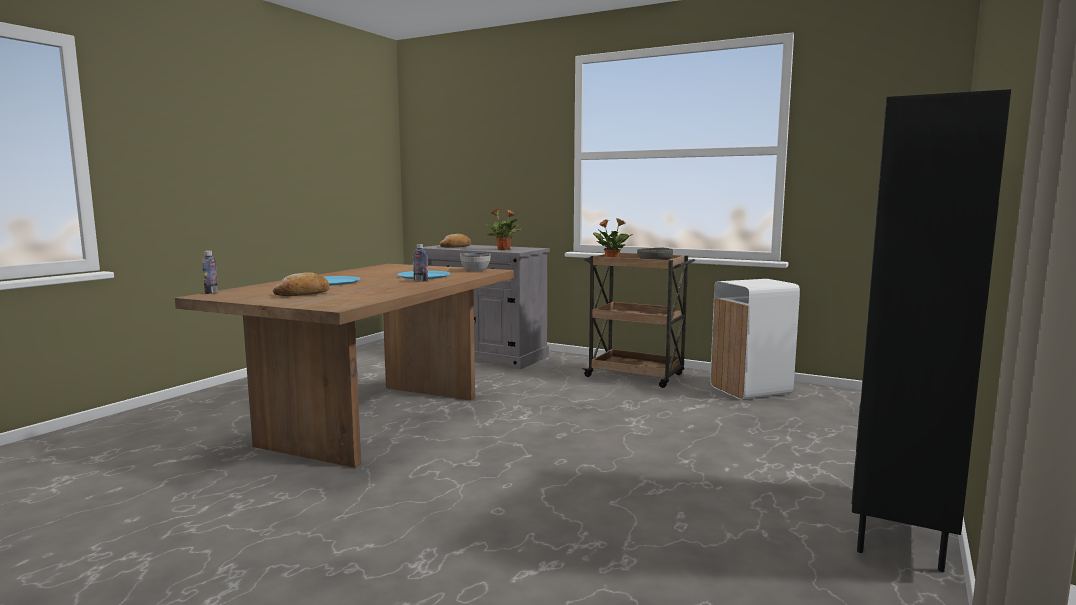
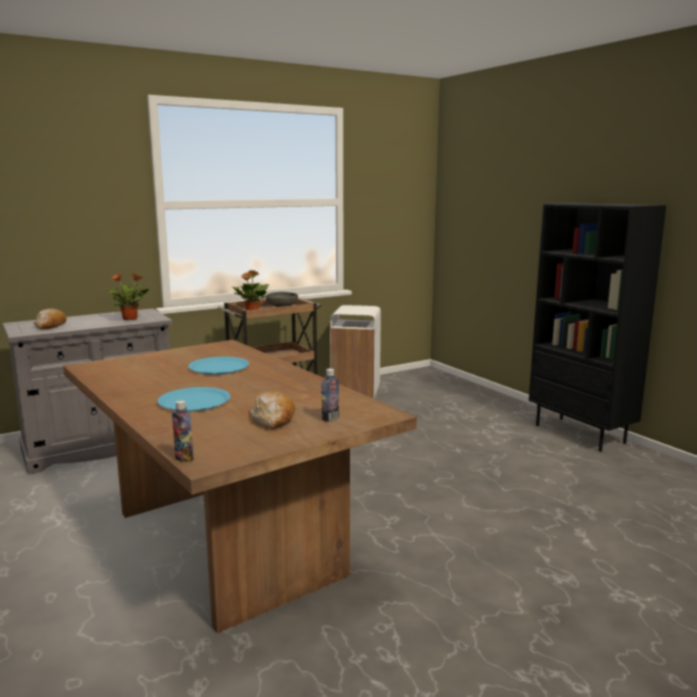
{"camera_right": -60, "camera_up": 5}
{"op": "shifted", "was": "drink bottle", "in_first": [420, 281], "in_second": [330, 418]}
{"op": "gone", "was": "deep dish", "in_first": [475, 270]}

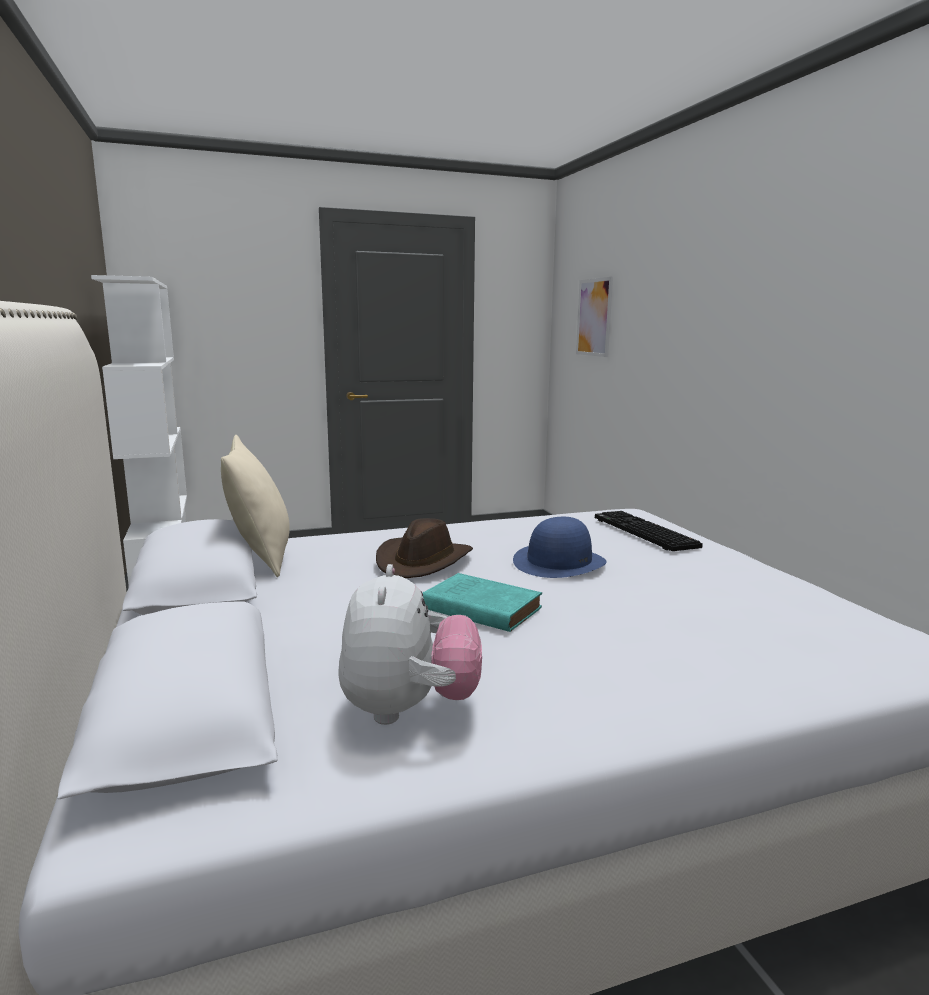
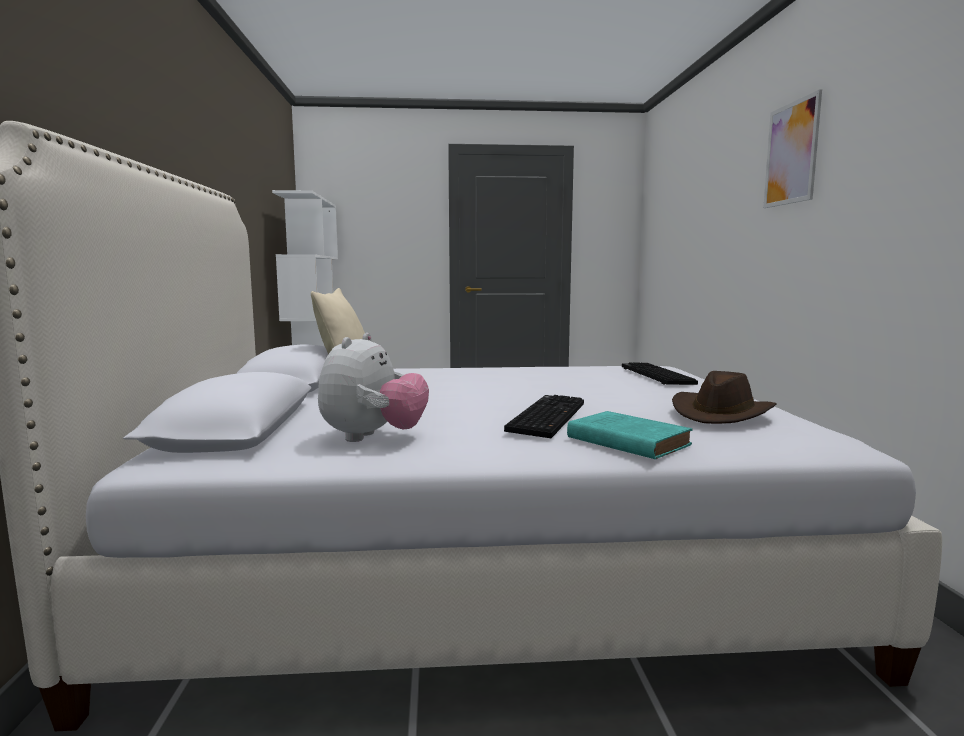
{"camera_right": 15, "camera_up": -5}
{"op": "shifted", "was": "hat/brownish", "in_first": [423, 561], "in_second": [722, 414]}
{"op": "shifted", "was": "bound book/turquoise", "in_first": [479, 608], "in_second": [625, 441]}
{"op": "gone", "was": "hat/blue", "in_first": [559, 562]}
{"op": "shifted", "was": "wall picture", "in_first": [594, 317], "in_second": [791, 153]}
{"op": "new", "now": "PC keyboard", "in_second": [545, 416]}

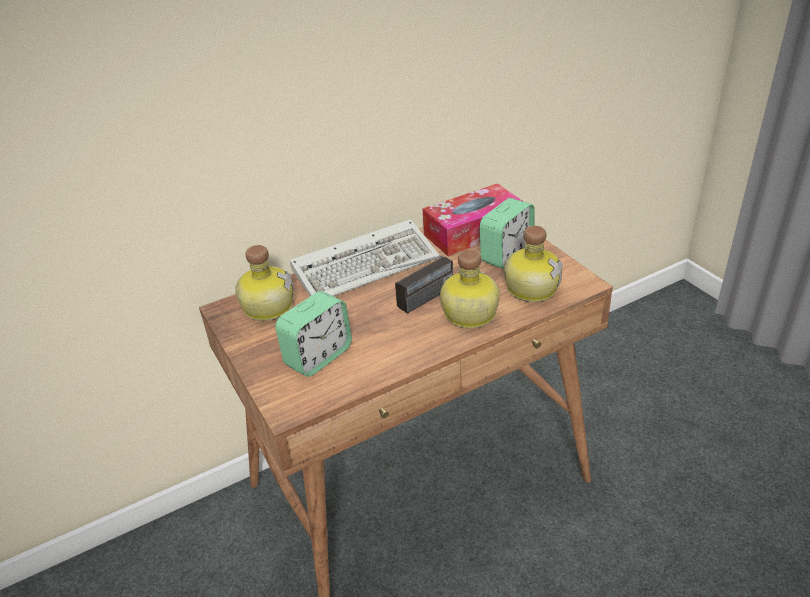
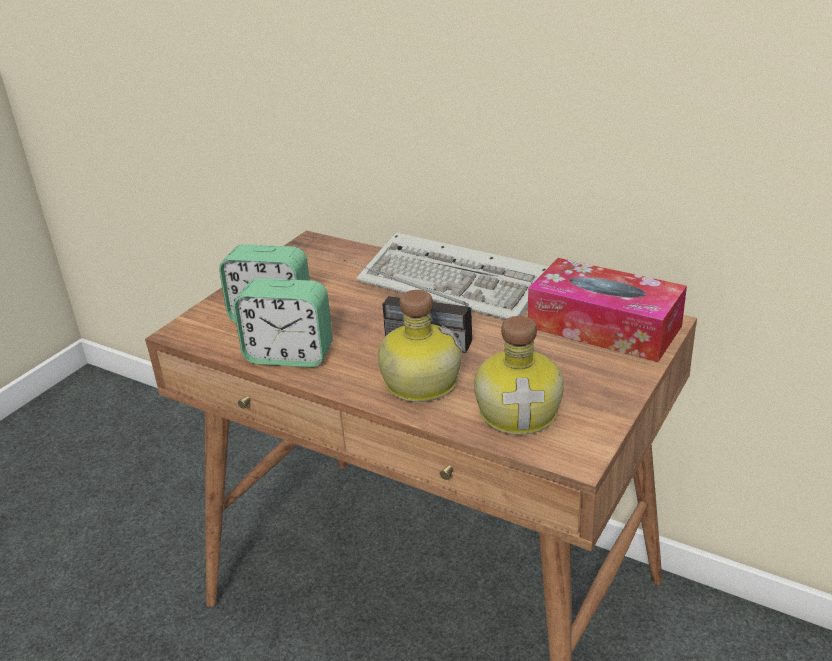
{"camera_right": 60, "camera_up": -5}
{"op": "gone", "was": "drink bottle", "in_first": [267, 306]}
{"op": "shifted", "was": "alarm clock", "in_first": [506, 255], "in_second": [289, 355]}

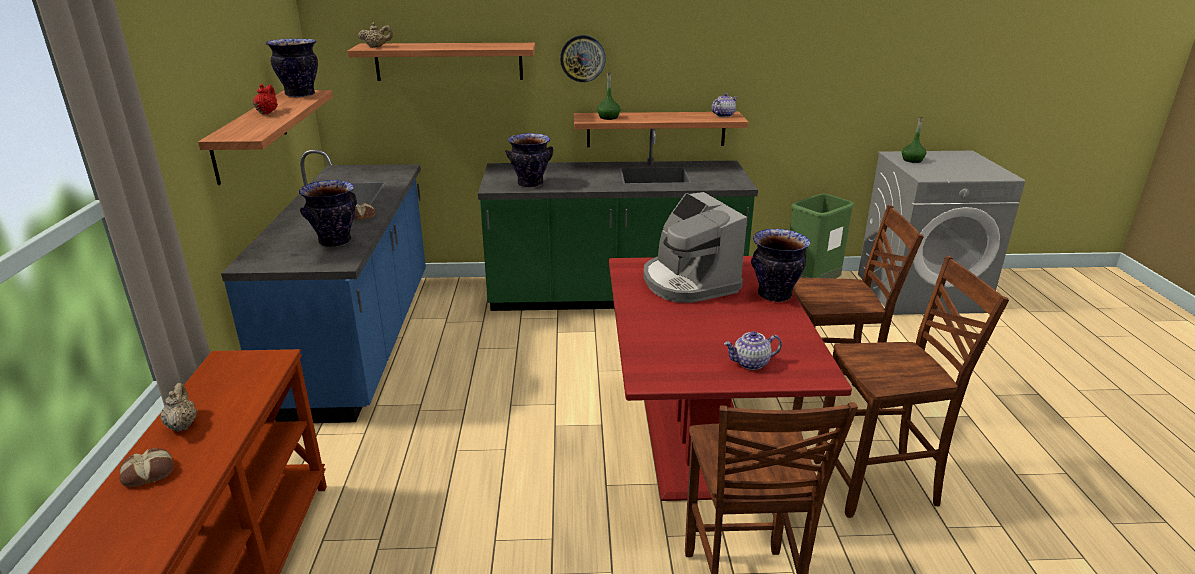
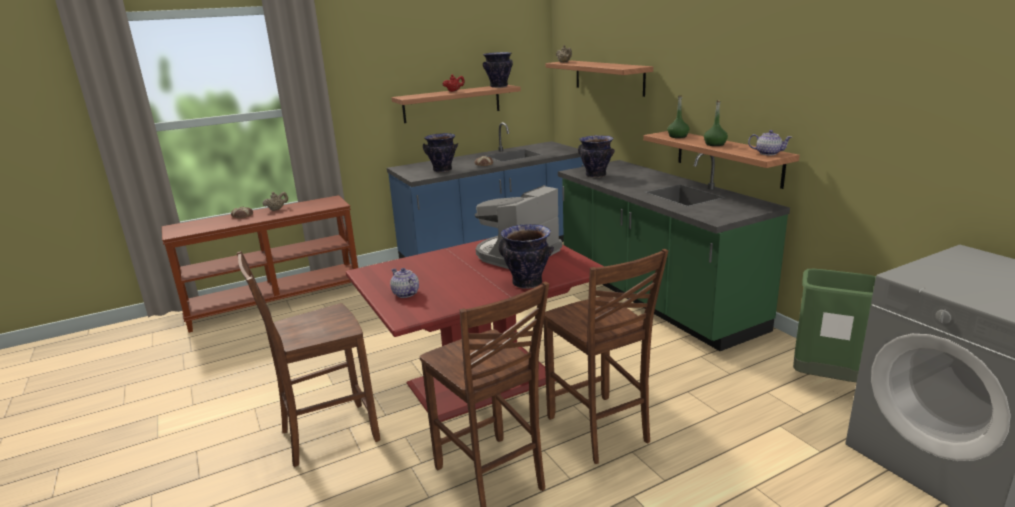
{"camera_right": 65, "camera_up": -5}
{"op": "gone", "was": "hanging clock", "in_first": [582, 58]}
{"op": "shifted", "was": "drink bottle/green", "in_first": [912, 160], "in_second": [715, 144]}

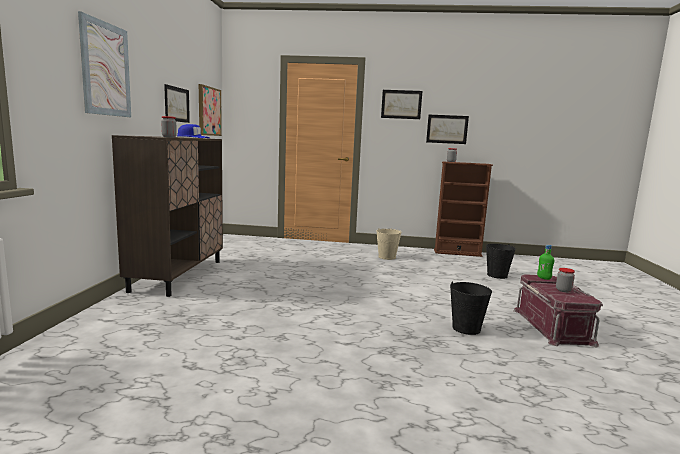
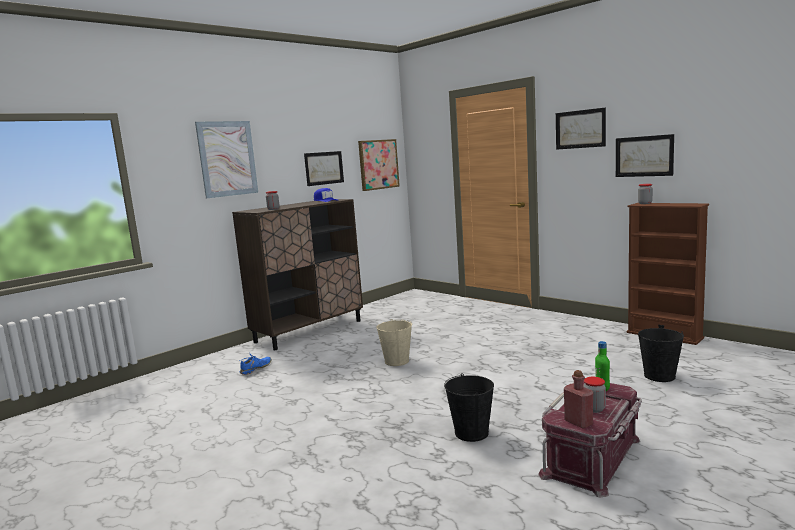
{"camera_right": 40, "camera_up": 0}
{"op": "shifted", "was": "water bucket/beige-coloured", "in_first": [387, 257], "in_second": [396, 361]}
{"op": "new", "now": "low shoe/blue", "in_second": [256, 369]}
{"op": "new", "now": "drink bottle/red-coloured", "in_second": [578, 422]}

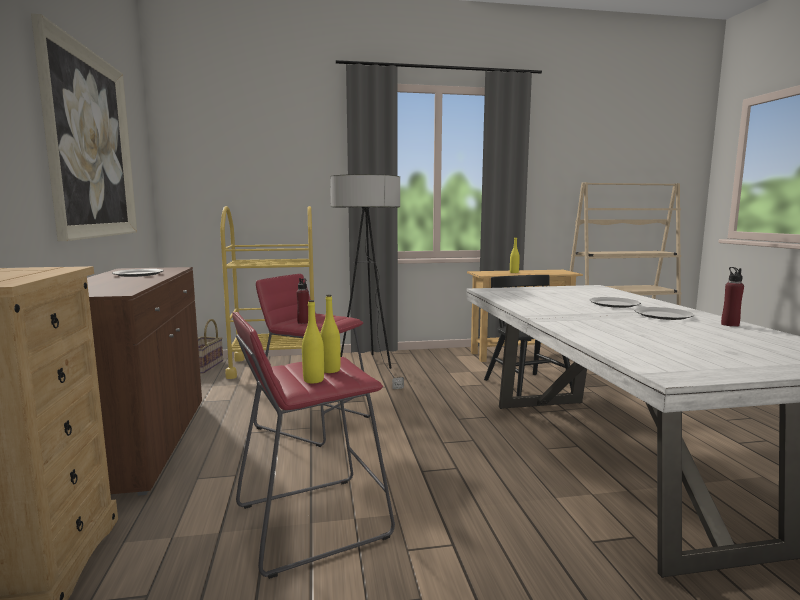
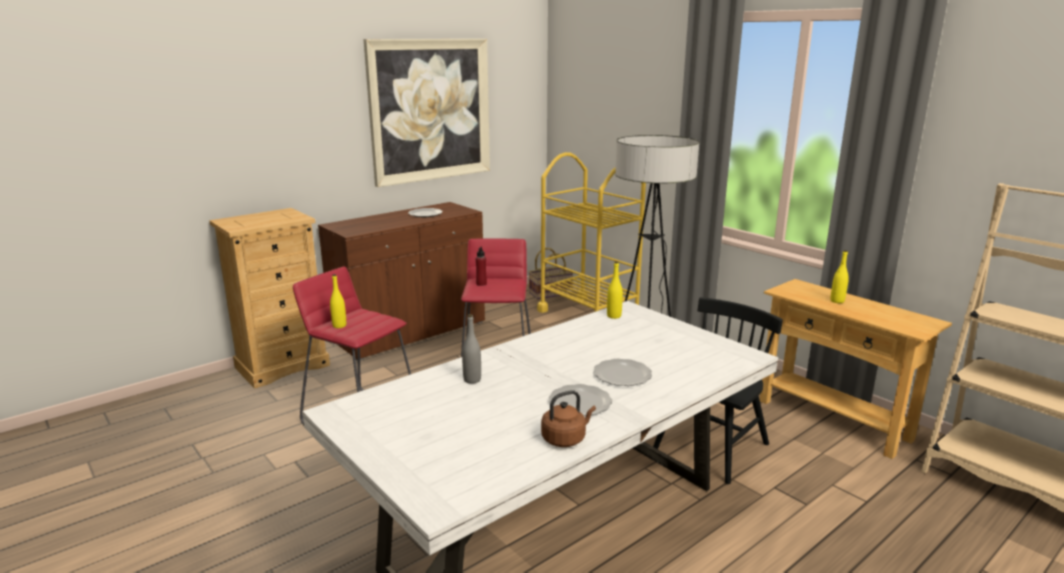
{"camera_right": 60, "camera_up": 10}
{"op": "shifted", "was": "drink bottle/yellow", "in_first": [330, 370], "in_second": [614, 316]}
{"op": "swapped", "was": "drink bottle/red-coloured", "now": "tea kettle/brownish", "in_first": [730, 324], "in_second": [565, 439]}
{"op": "new", "now": "drink bottle/gray", "in_second": [472, 380]}

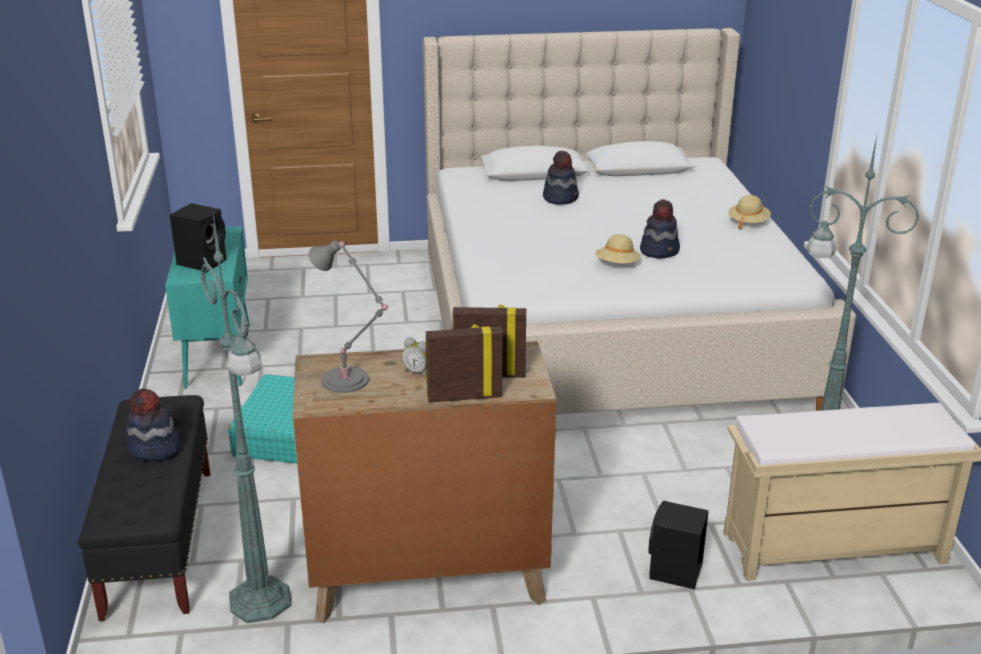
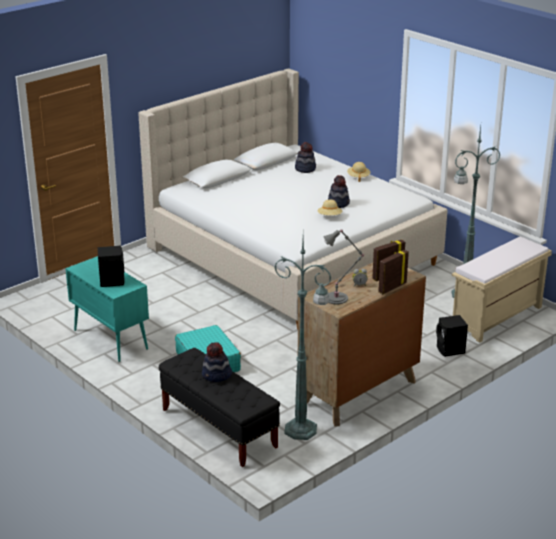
{"camera_right": -35, "camera_up": 0}
{"op": "shifted", "was": "hat", "in_first": [560, 198], "in_second": [305, 169]}

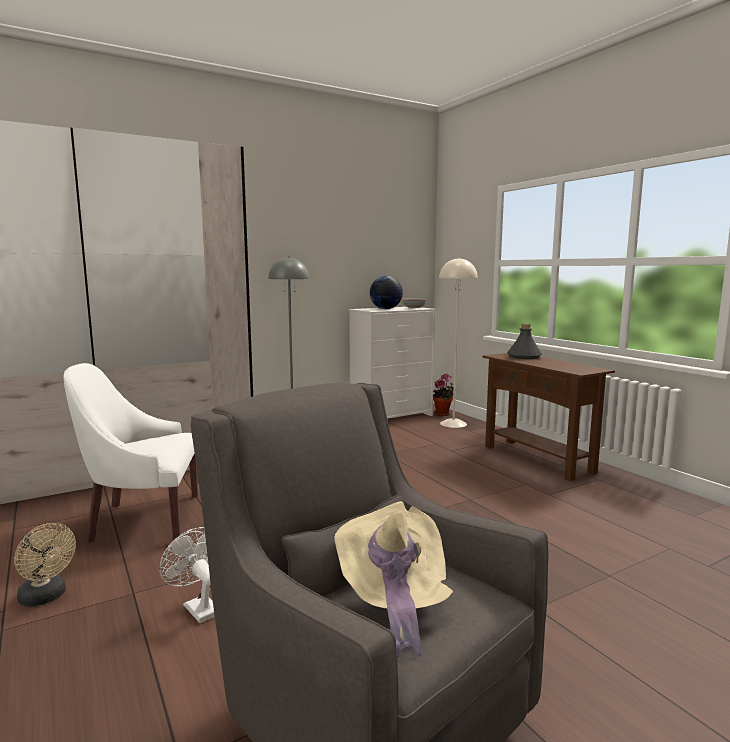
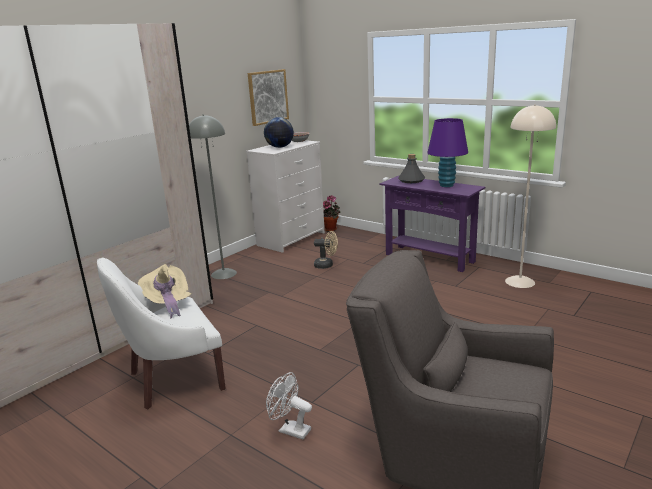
{"camera_right": -20, "camera_up": 10}
{"op": "shifted", "was": "cooling fan/beige-coloured", "in_first": [46, 597], "in_second": [326, 265]}
{"op": "shifted", "was": "hat/beige-coloured", "in_first": [393, 601], "in_second": [168, 304]}
{"op": "shifted", "was": "standing lamp/beige-coloured", "in_first": [453, 424], "in_second": [520, 282]}
{"op": "repainted", "was": "console table/brownish", "now": "console table/purple-coloured", "in_first": [537, 459], "in_second": [429, 258]}
{"op": "new", "now": "wall picture", "in_second": [268, 97]}
{"op": "new", "now": "tabletop lamp/purple-coloured", "in_second": [446, 185]}

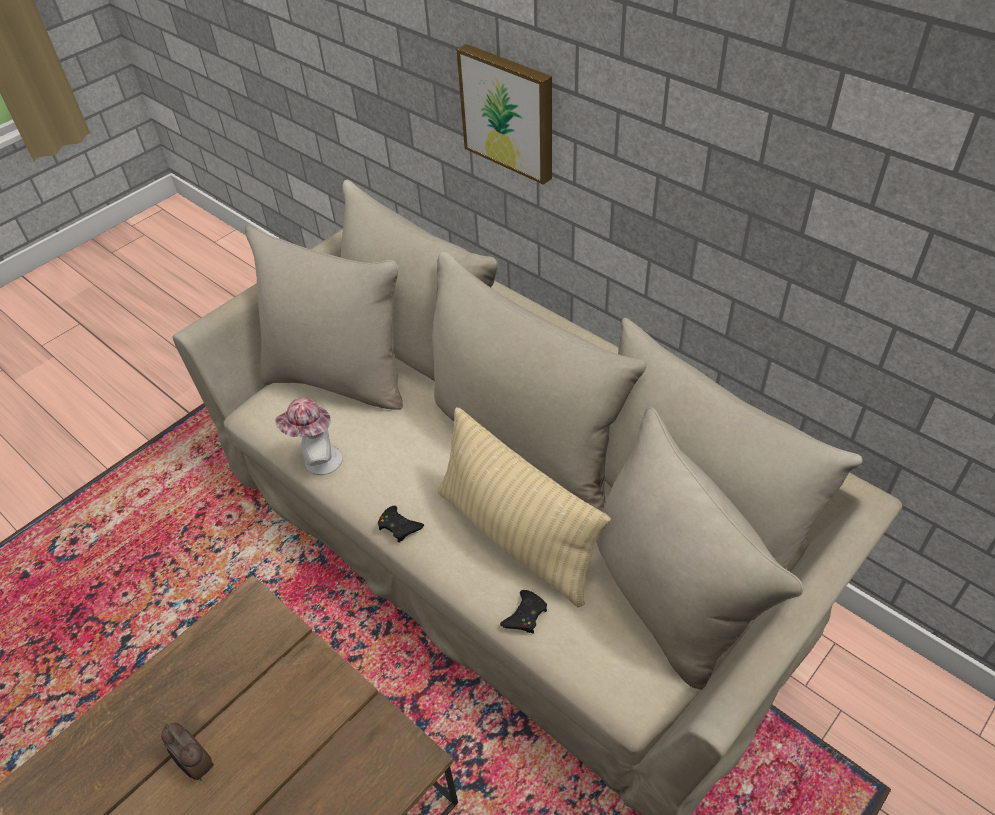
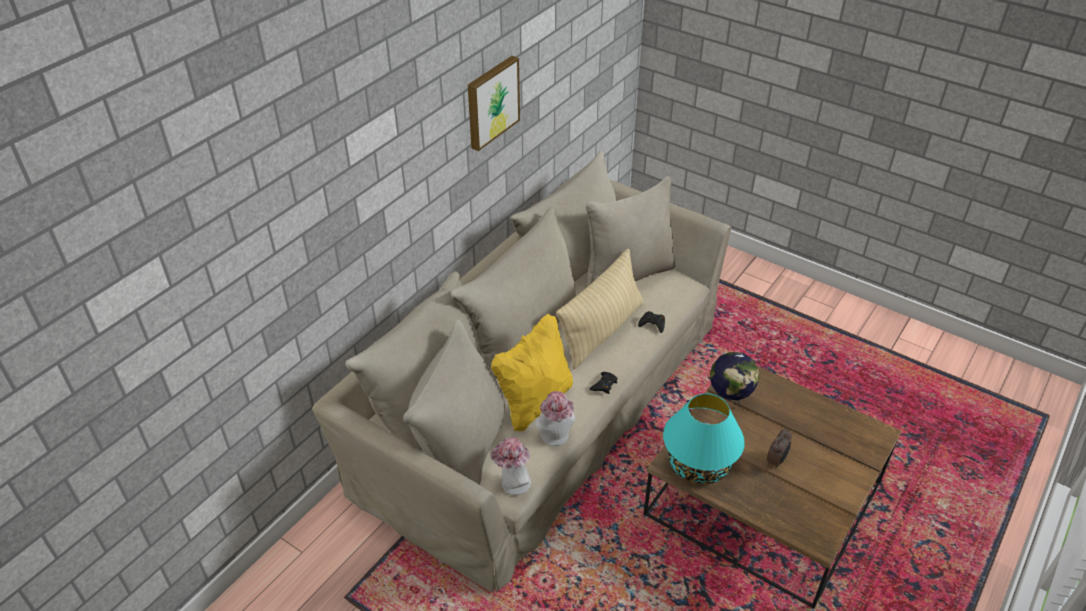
{"camera_right": -100, "camera_up": -5}
{"op": "shifted", "was": "wall picture", "in_first": [509, 112], "in_second": [491, 102]}
{"op": "new", "now": "hat", "in_second": [512, 484]}
{"op": "new", "now": "cushion/yellow", "in_second": [534, 403]}
{"op": "new", "now": "tabletop lamp/turquoise", "in_second": [698, 465]}
{"op": "new", "now": "globe", "in_second": [729, 401]}

